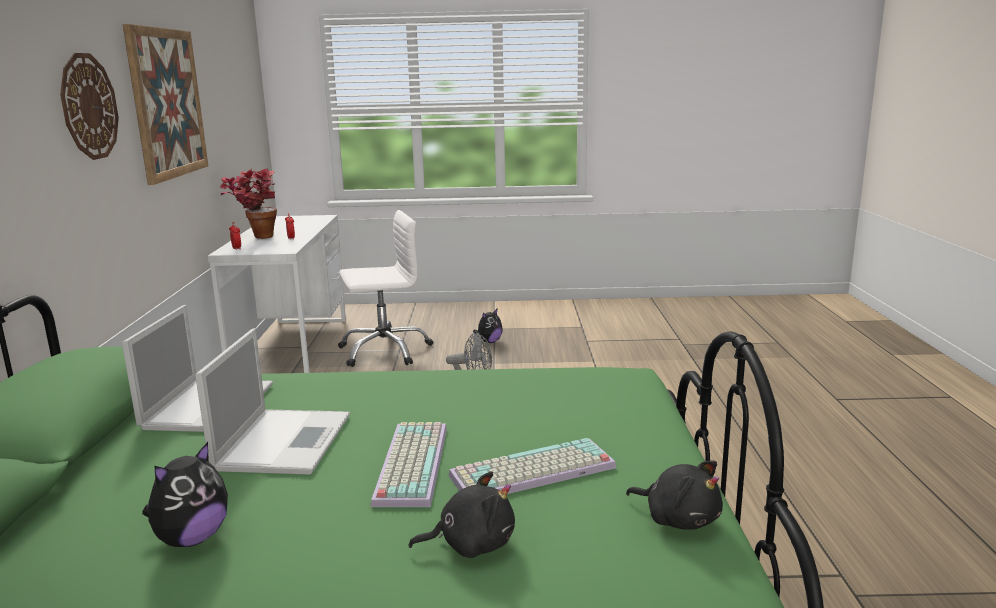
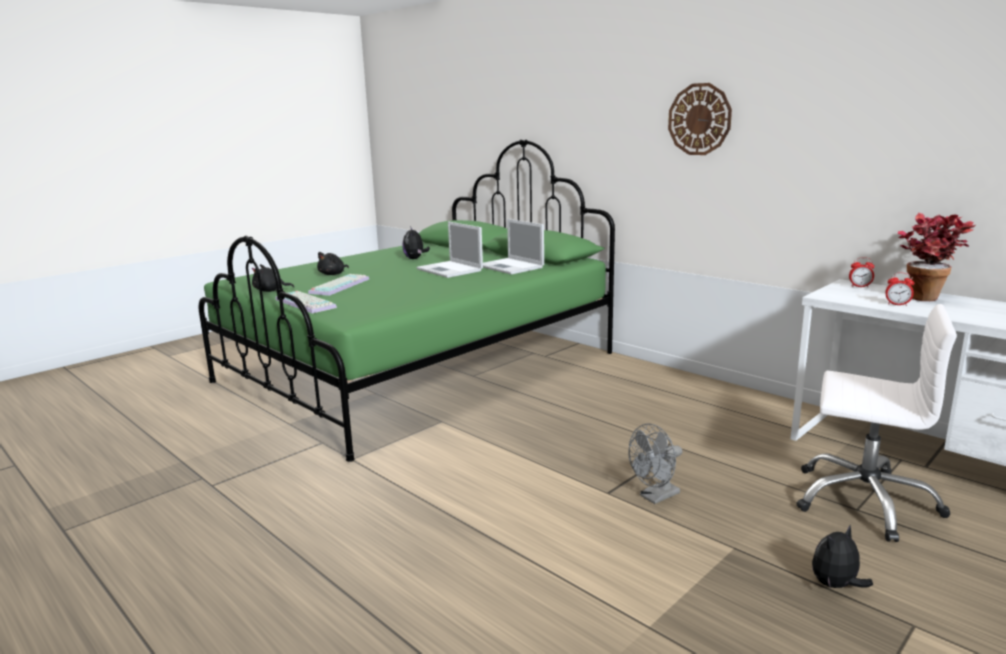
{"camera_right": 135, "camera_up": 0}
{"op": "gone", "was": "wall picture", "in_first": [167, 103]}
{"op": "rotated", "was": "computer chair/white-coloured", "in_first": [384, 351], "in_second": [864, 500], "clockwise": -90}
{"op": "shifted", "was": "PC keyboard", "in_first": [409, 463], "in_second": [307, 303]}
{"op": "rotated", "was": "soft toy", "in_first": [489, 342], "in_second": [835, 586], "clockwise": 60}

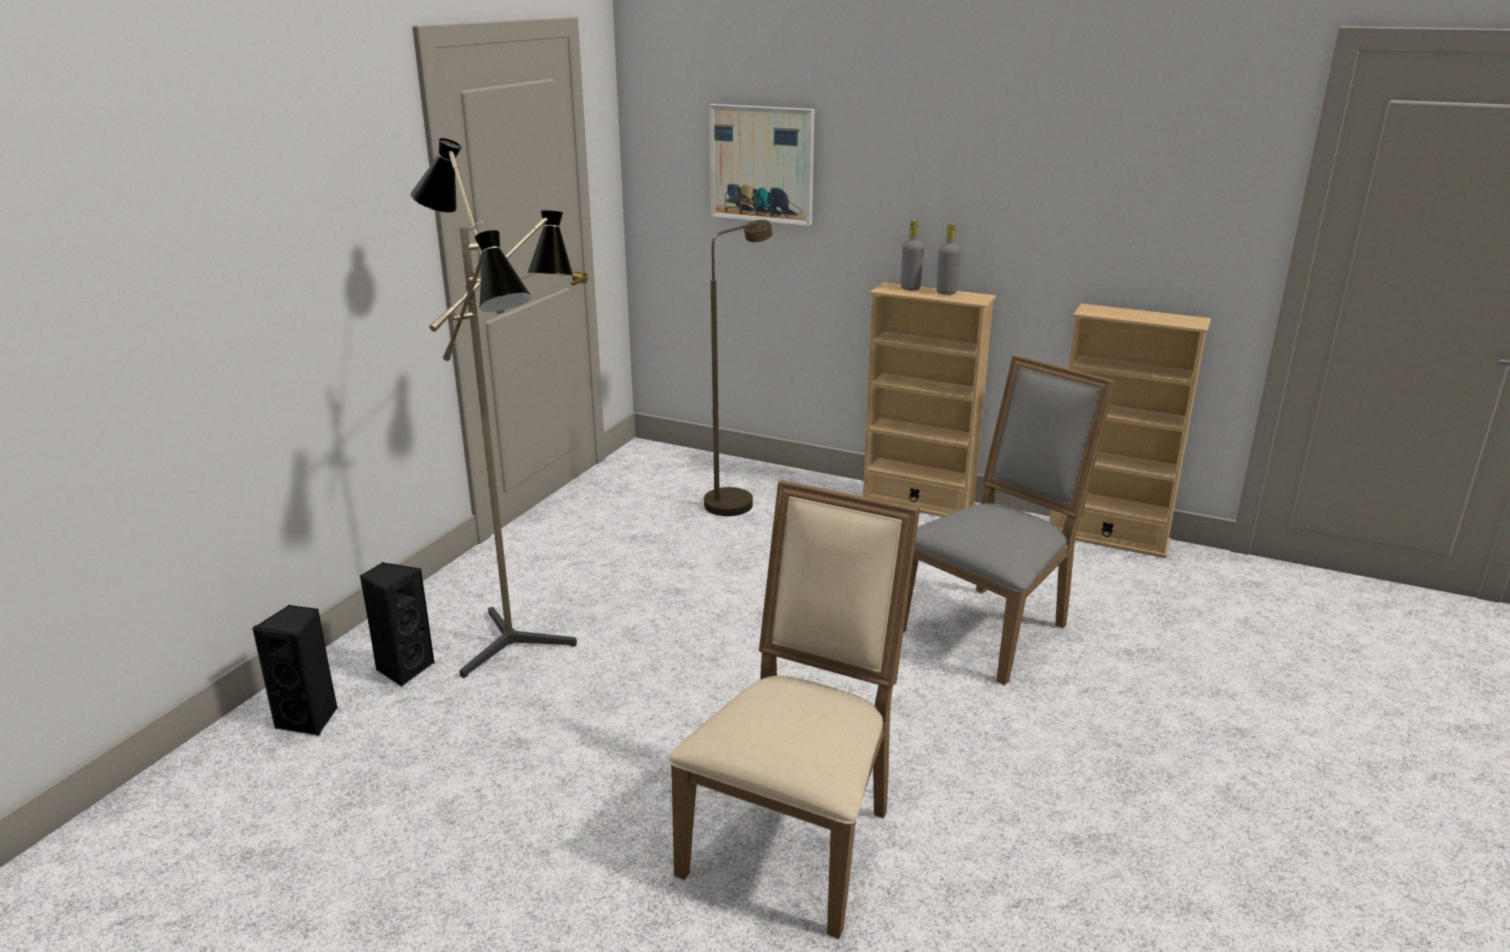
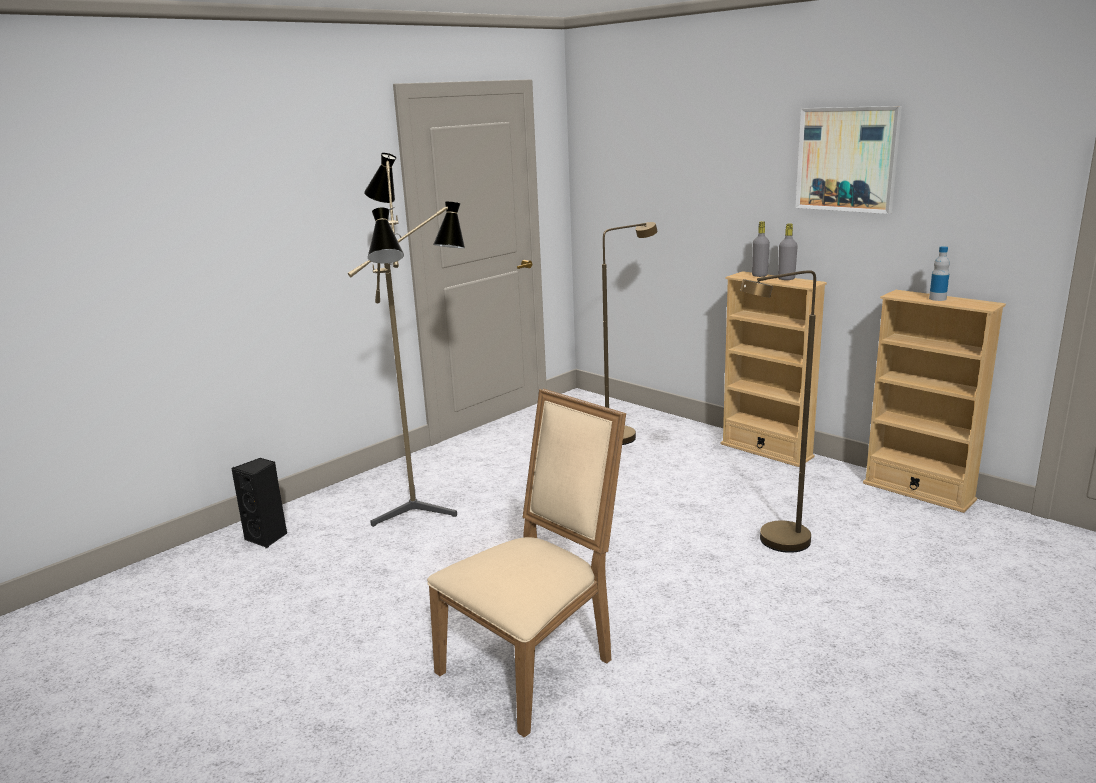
{"camera_right": 20, "camera_up": -5}
{"op": "gone", "was": "speaker/blackish", "in_first": [403, 669]}
{"op": "shifted", "was": "wall picture", "in_first": [762, 164], "in_second": [847, 159]}
{"op": "swapped", "was": "plain chair/gray", "now": "standing lamp/brownish", "in_first": [991, 627], "in_second": [775, 544]}
{"op": "new", "now": "drink bottle", "in_second": [937, 299]}

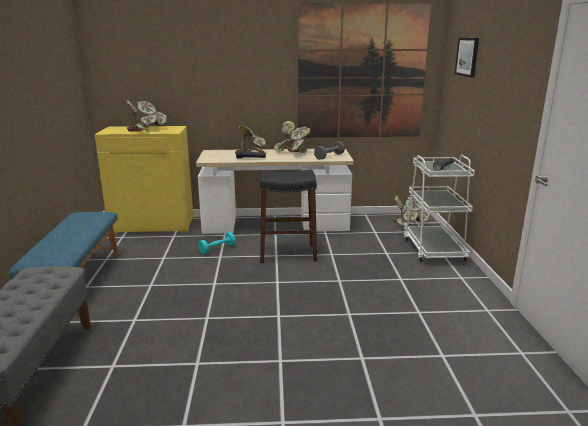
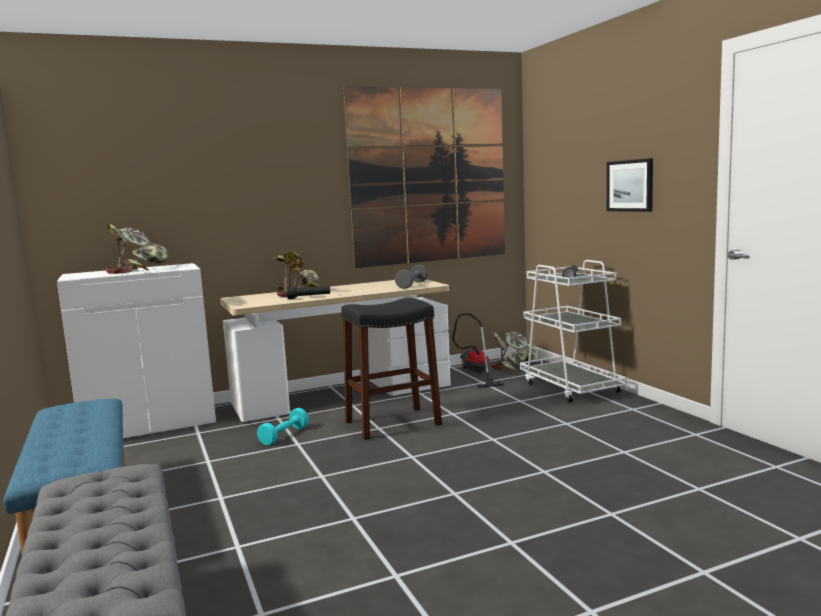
{"camera_right": -20, "camera_up": -10}
{"op": "repainted", "was": "cupboard/yellow", "now": "cupboard/white-coloured", "in_first": [153, 225], "in_second": [150, 425]}
{"op": "gone", "was": "plant in a pot", "in_first": [293, 152]}
{"op": "shifted", "was": "wall picture", "in_first": [467, 57], "in_second": [630, 185]}
{"op": "new", "now": "hoover", "in_second": [476, 374]}

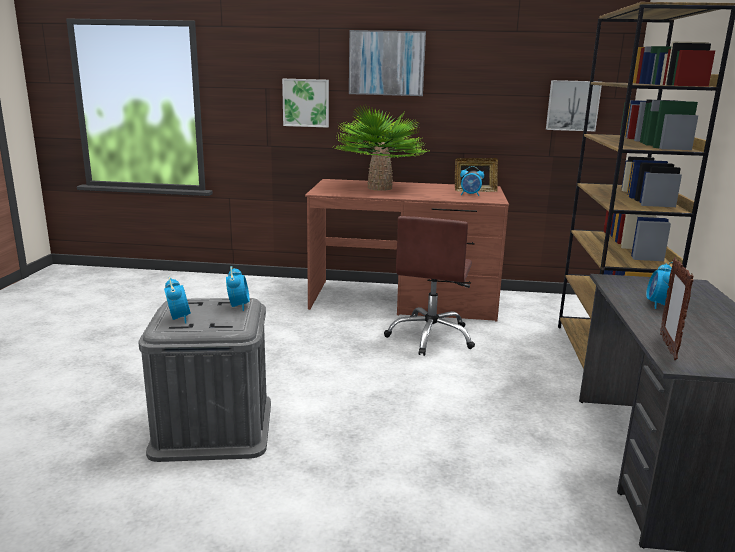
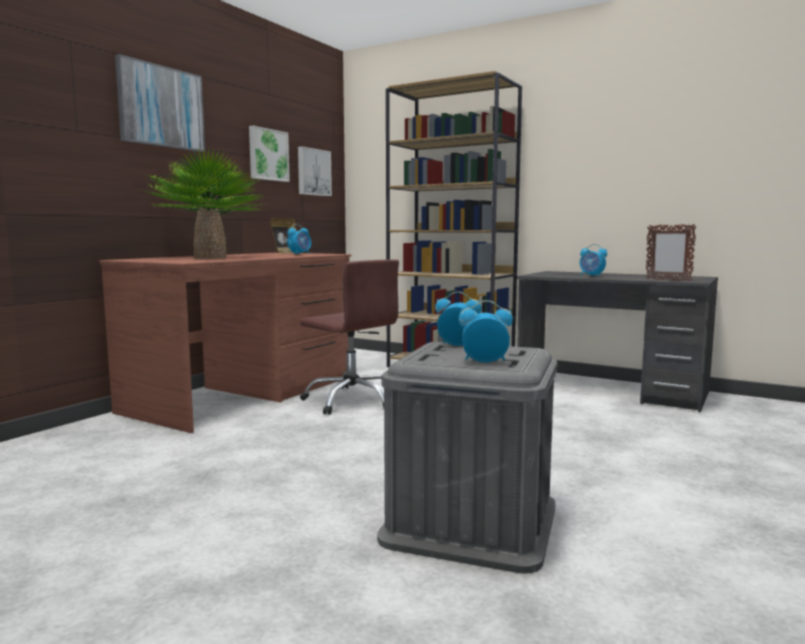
{"camera_right": -65, "camera_up": -10}
{"op": "shifted", "was": "wall picture", "in_first": [306, 102], "in_second": [267, 155]}

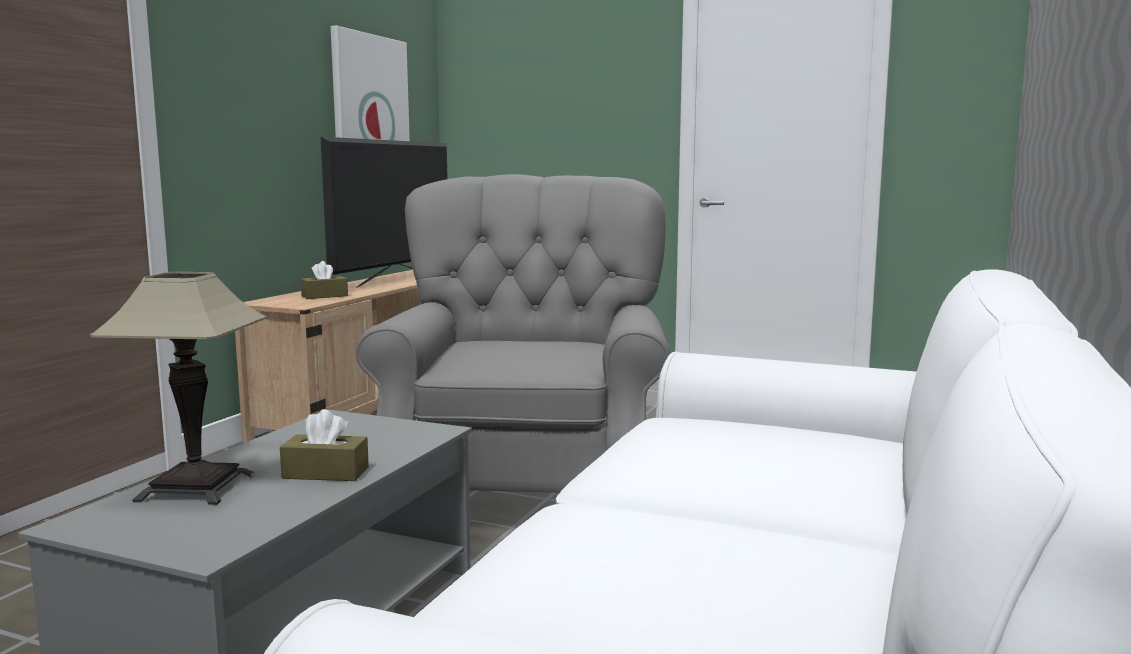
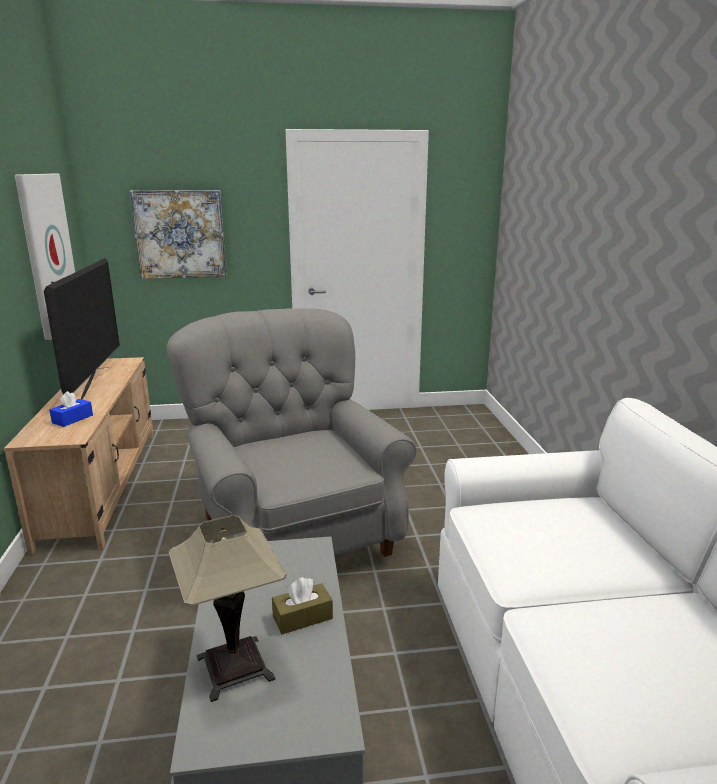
{"camera_right": -30, "camera_up": 10}
{"op": "repainted", "was": "tissue holder/brownish", "now": "tissue holder/blue", "in_first": [324, 296], "in_second": [72, 419]}
{"op": "new", "now": "wall picture", "in_second": [180, 234]}

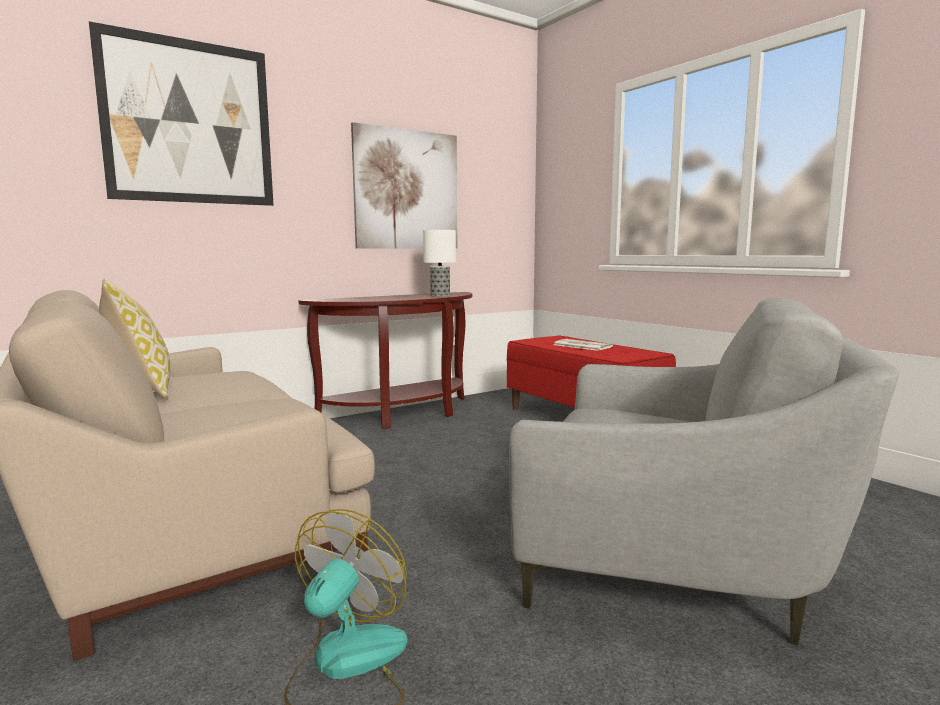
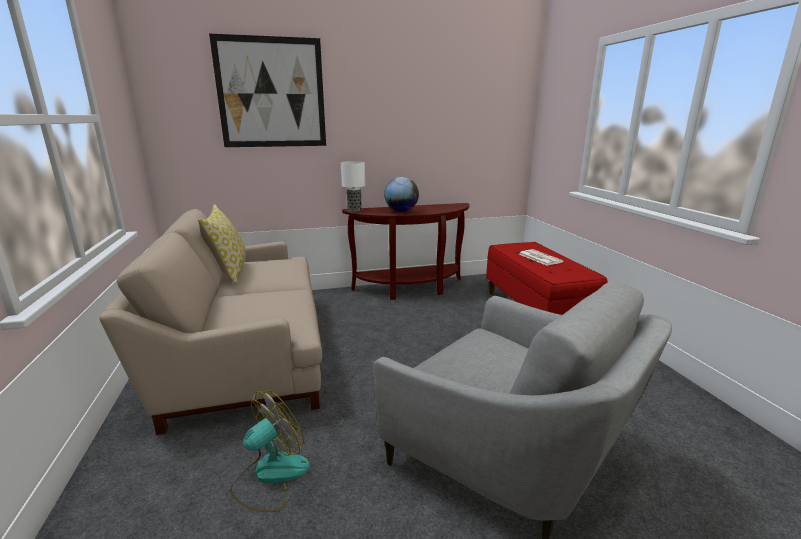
{"camera_right": 20, "camera_up": 10}
{"op": "gone", "was": "wall picture", "in_first": [406, 190]}
{"op": "shifted", "was": "tabletop lamp", "in_first": [440, 296], "in_second": [354, 210]}
{"op": "new", "now": "globe", "in_second": [401, 211]}

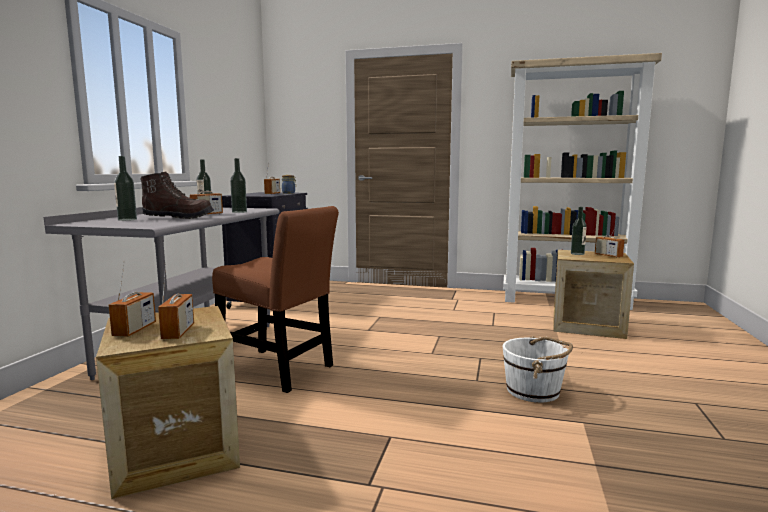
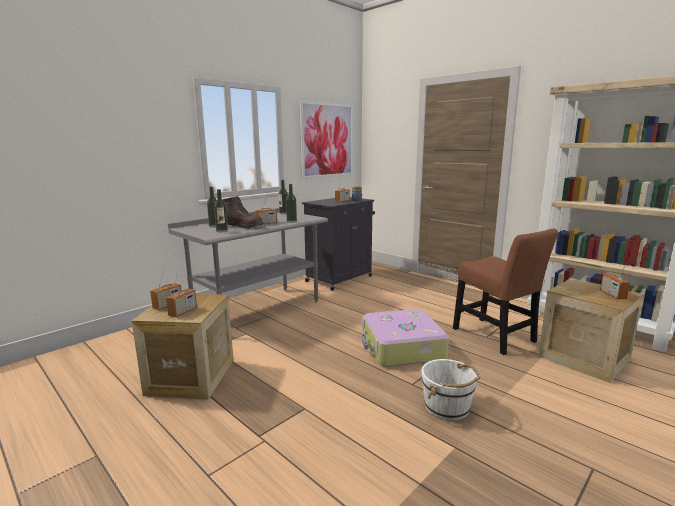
{"camera_right": 30, "camera_up": 5}
{"op": "shifted", "was": "plain chair/brownish", "in_first": [279, 370], "in_second": [496, 337]}
{"op": "shifted", "was": "drink bottle", "in_first": [577, 254], "in_second": [222, 231]}
{"op": "new", "now": "wall picture", "in_second": [327, 140]}
{"op": "new", "now": "suitcase", "in_second": [401, 348]}

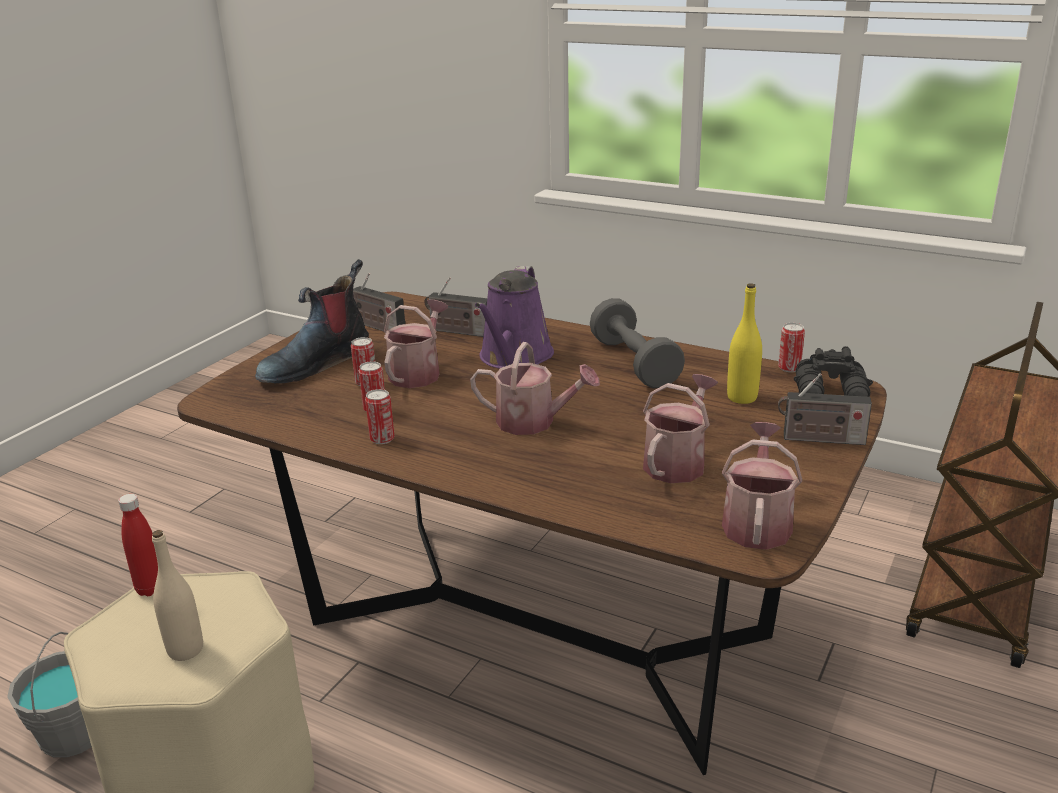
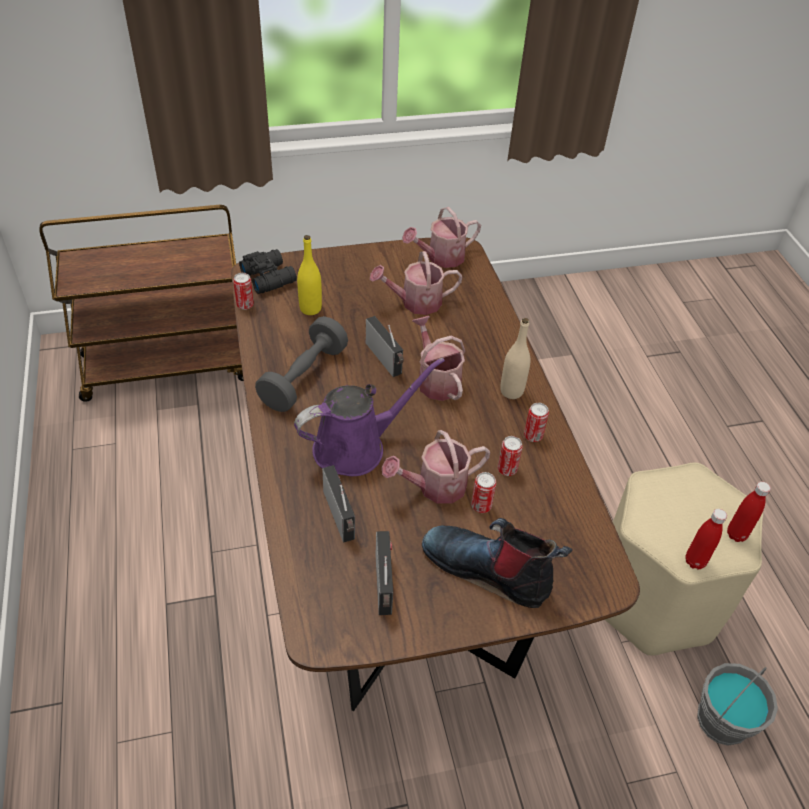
{"camera_right": -135, "camera_up": 20}
{"op": "shifted", "was": "drink bottle/beige-coloured", "in_first": [185, 650], "in_second": [511, 391]}
{"op": "rotated", "was": "high-top boot", "in_first": [315, 363], "in_second": [488, 569], "clockwise": -150}
{"op": "shifted", "was": "radio receiver", "in_first": [819, 439], "in_second": [385, 360]}
{"op": "new", "now": "drink bottle/red-coloured", "in_second": [736, 534]}

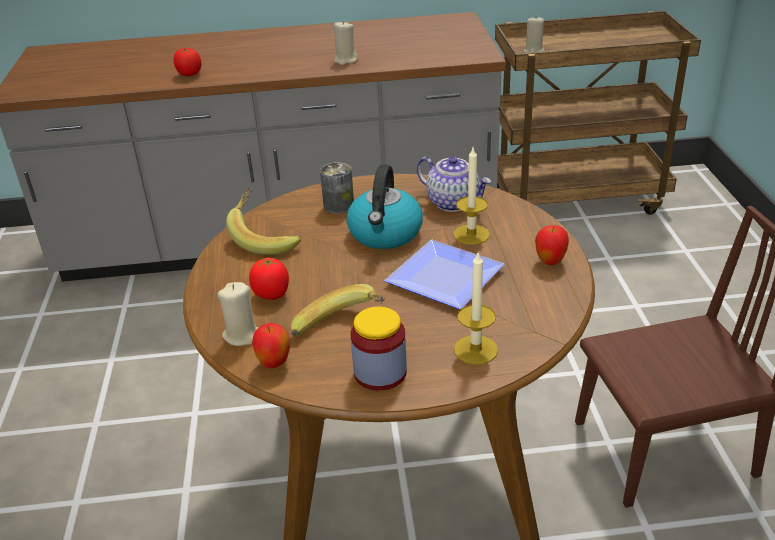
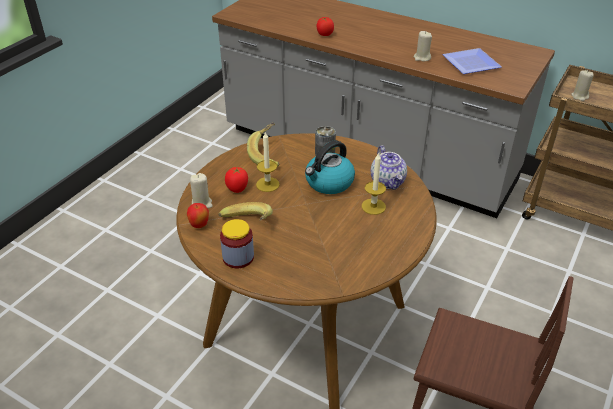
{"camera_right": 35, "camera_up": 5}
{"op": "shifted", "was": "flat dish", "in_first": [449, 277], "in_second": [473, 64]}
{"op": "shifted", "was": "wax light", "in_first": [475, 350], "in_second": [267, 184]}
{"op": "gone", "was": "whole apple", "in_first": [550, 261]}

